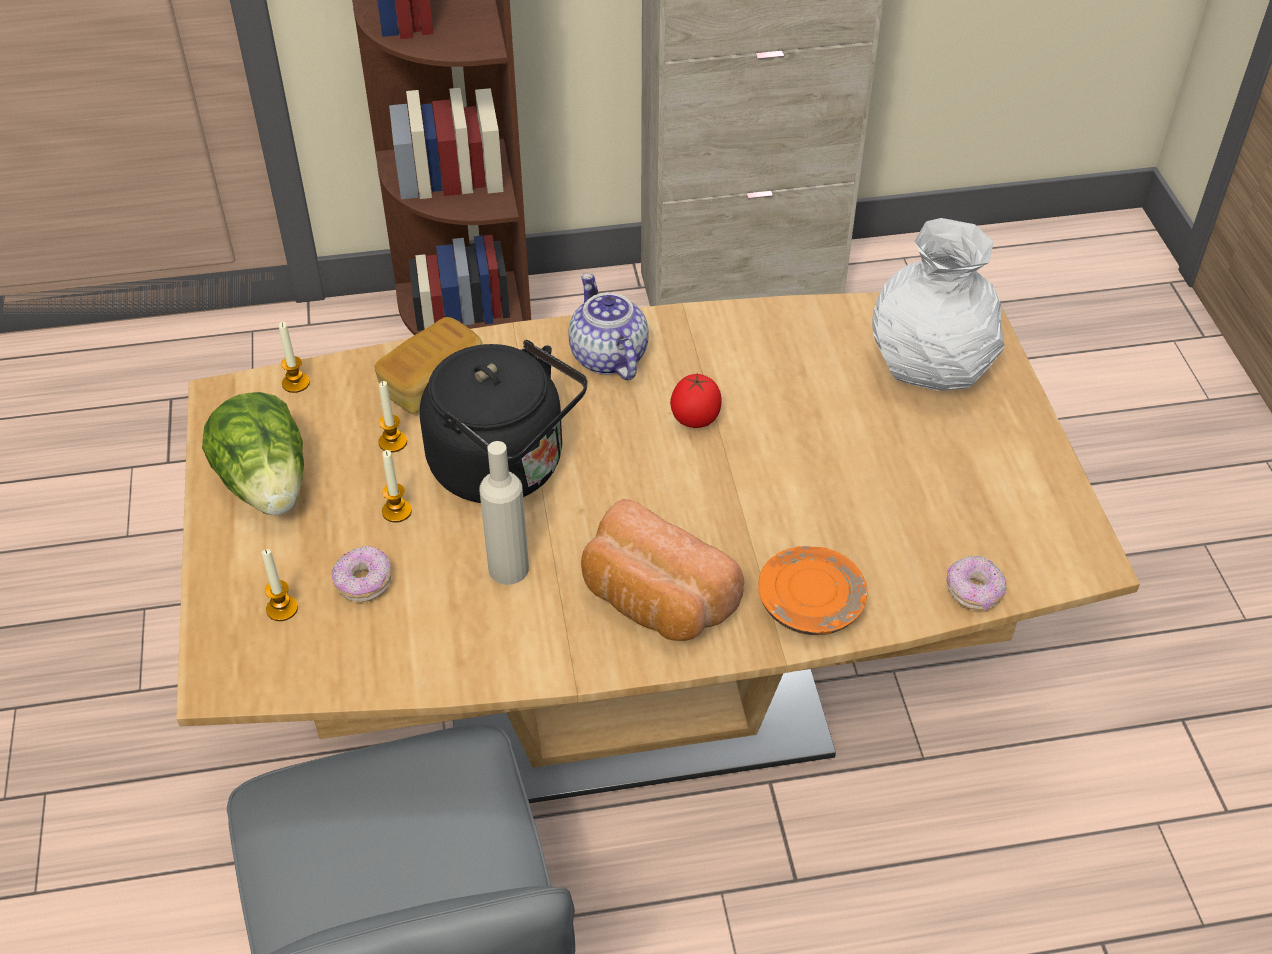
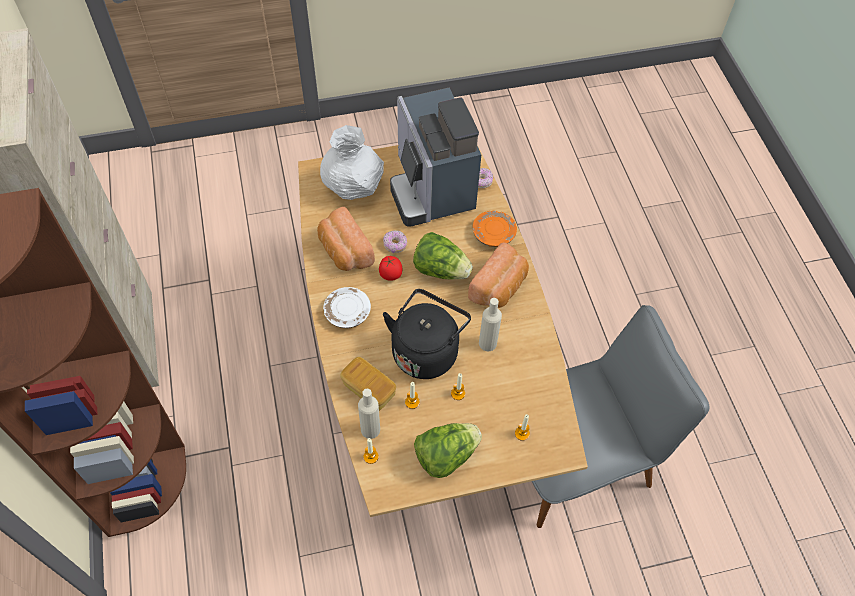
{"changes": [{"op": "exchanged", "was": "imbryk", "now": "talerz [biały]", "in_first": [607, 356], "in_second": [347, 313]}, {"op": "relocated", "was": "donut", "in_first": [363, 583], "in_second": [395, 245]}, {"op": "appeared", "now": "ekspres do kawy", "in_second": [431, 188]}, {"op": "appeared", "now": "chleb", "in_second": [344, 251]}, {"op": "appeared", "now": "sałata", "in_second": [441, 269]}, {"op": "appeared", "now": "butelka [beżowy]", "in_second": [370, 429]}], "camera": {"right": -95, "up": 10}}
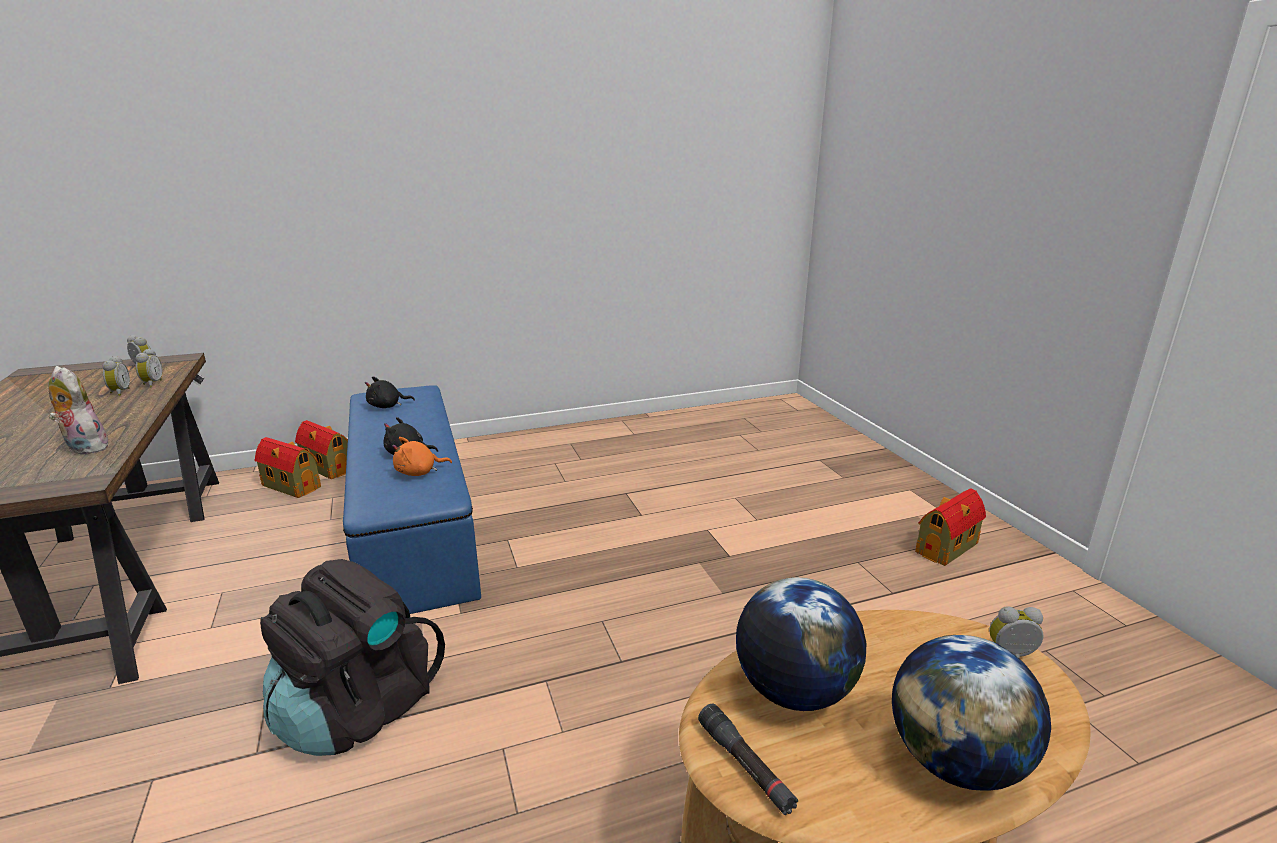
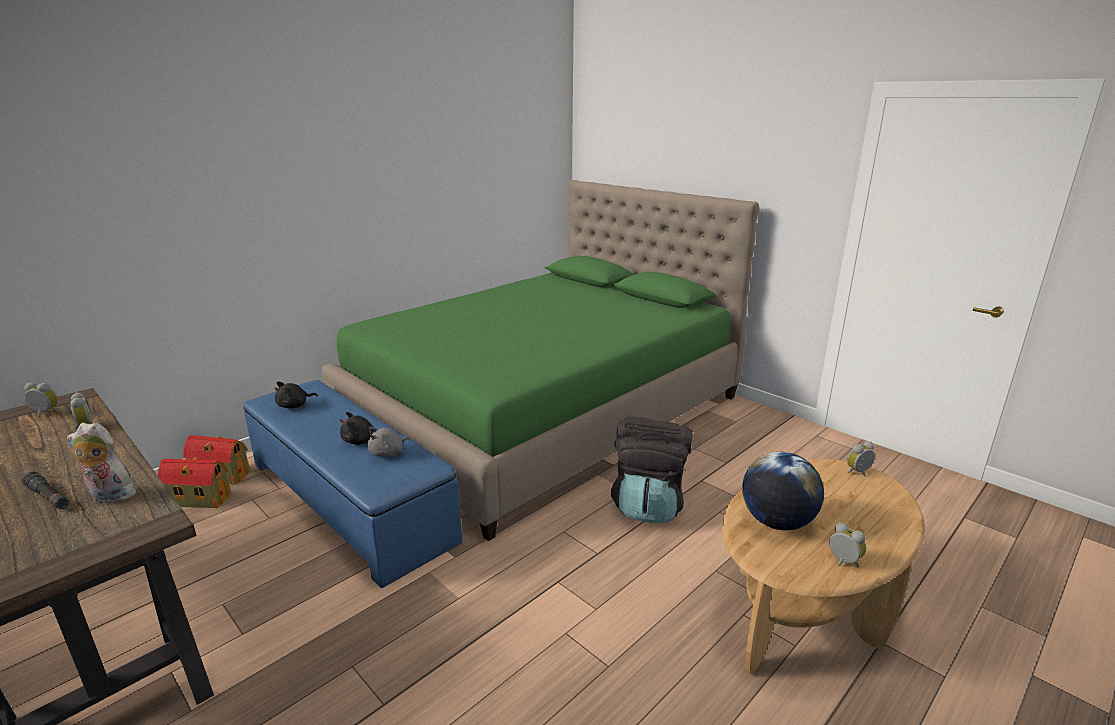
{"changes": [{"op": "relocated", "was": "budzik", "in_first": [119, 392], "in_second": [842, 562]}, {"op": "colour", "was": "pluszak [pomarańczowy]", "now": "pluszak [szary]", "in_first": [419, 472], "in_second": [388, 453]}, {"op": "missing", "was": "domek", "in_first": [947, 547]}, {"op": "relocated", "was": "plecak [czarny]", "in_first": [358, 709], "in_second": [649, 504]}, {"op": "missing", "was": "globus", "in_first": [956, 762]}, {"op": "relocated", "was": "latarka [czarny]", "in_first": [745, 766], "in_second": [48, 497]}, {"op": "appeared", "now": "łóżko [zielony]", "in_second": [545, 412]}], "camera": {"right": -25, "up": 0}}
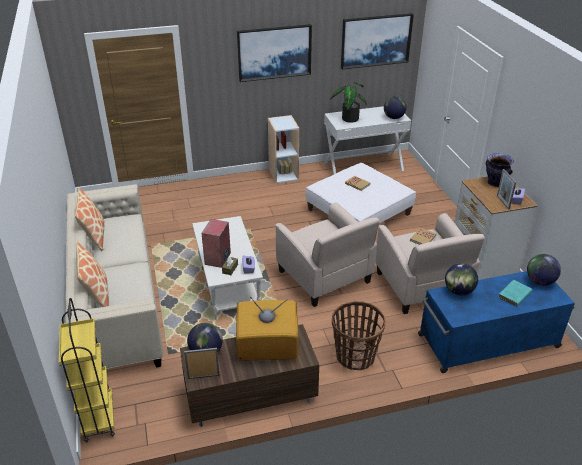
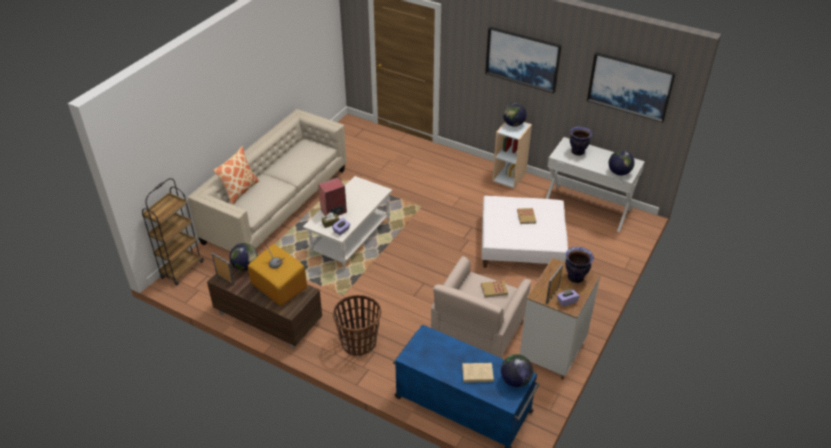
{"changes": [{"op": "exchanged", "was": "roślina doniczkowa", "now": "wazon", "in_first": [349, 118], "in_second": [577, 152]}, {"op": "missing", "was": "poduszka", "in_first": [94, 236]}, {"op": "missing", "was": "fotel [beżowy]", "in_first": [324, 277]}, {"op": "relocated", "was": "globus", "in_first": [458, 291], "in_second": [513, 124]}, {"op": "colour", "was": "książka [turkusowy]", "now": "książka [beżowy]", "in_first": [514, 295], "in_second": [476, 374]}, {"op": "colour", "was": "wózek [żółty]", "now": "wózek [brązowy]", "in_first": [98, 419], "in_second": [182, 270]}], "camera": {"right": 45, "up": 5}}
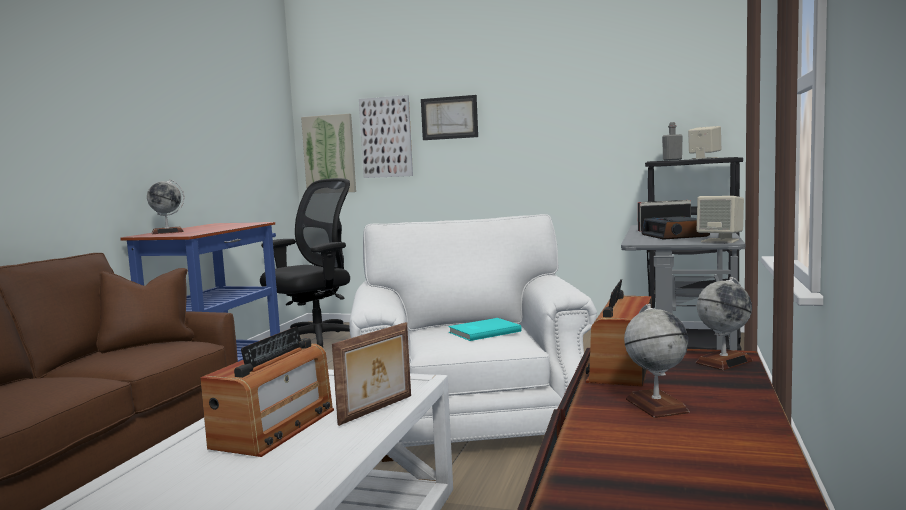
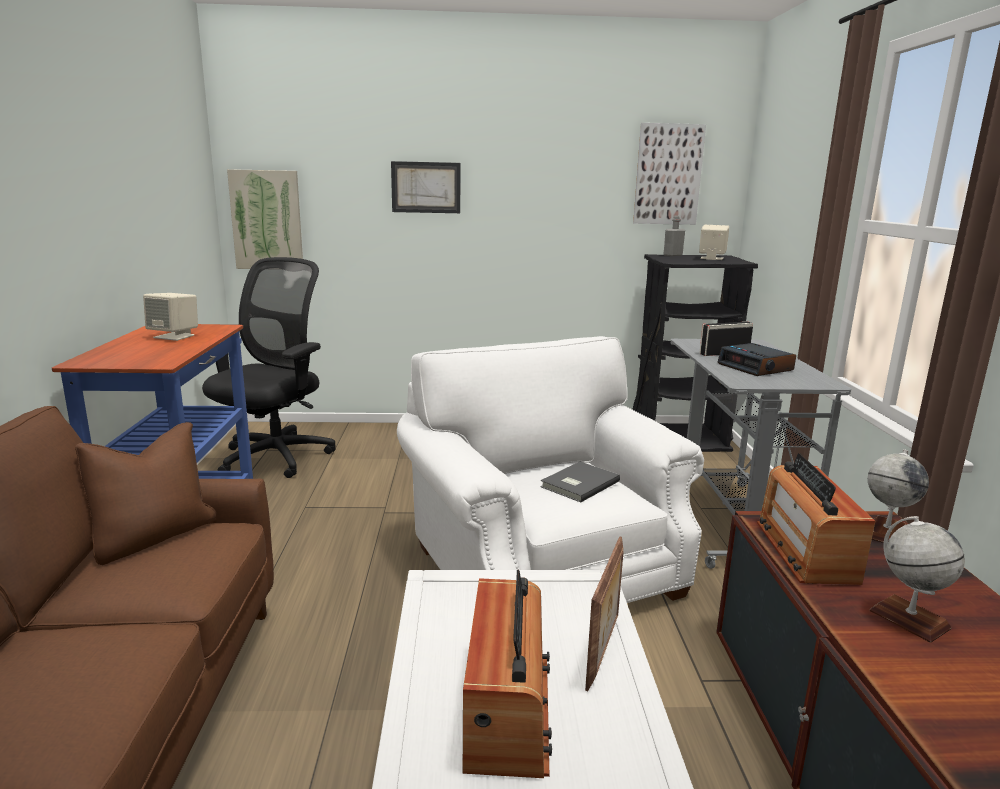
{"changes": [{"op": "relocated", "was": "obraz", "in_first": [386, 137], "in_second": [668, 174]}, {"op": "missing", "was": "globus", "in_first": [167, 232]}, {"op": "relocated", "was": "głośnik [beżowy]", "in_first": [721, 241], "in_second": [175, 336]}, {"op": "colour", "was": "książka [turkusowy]", "now": "książka [szary]", "in_first": [482, 331], "in_second": [578, 484]}], "camera": {"right": -20, "up": 10}}
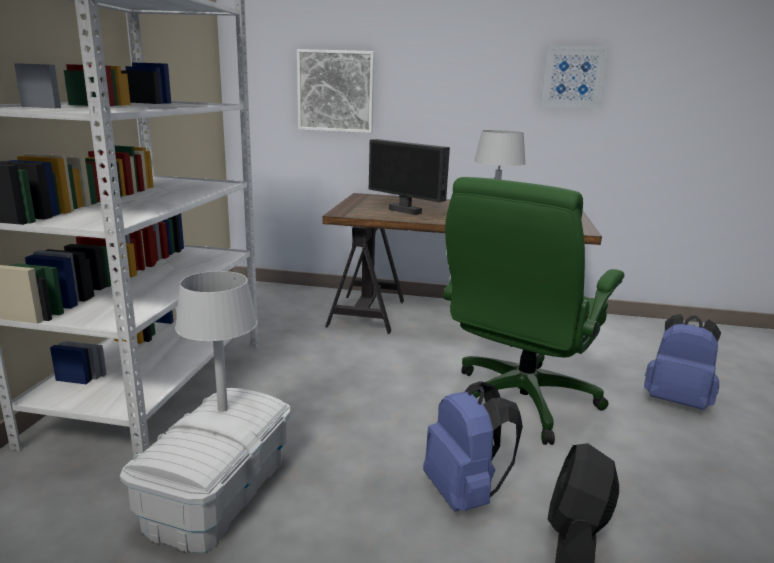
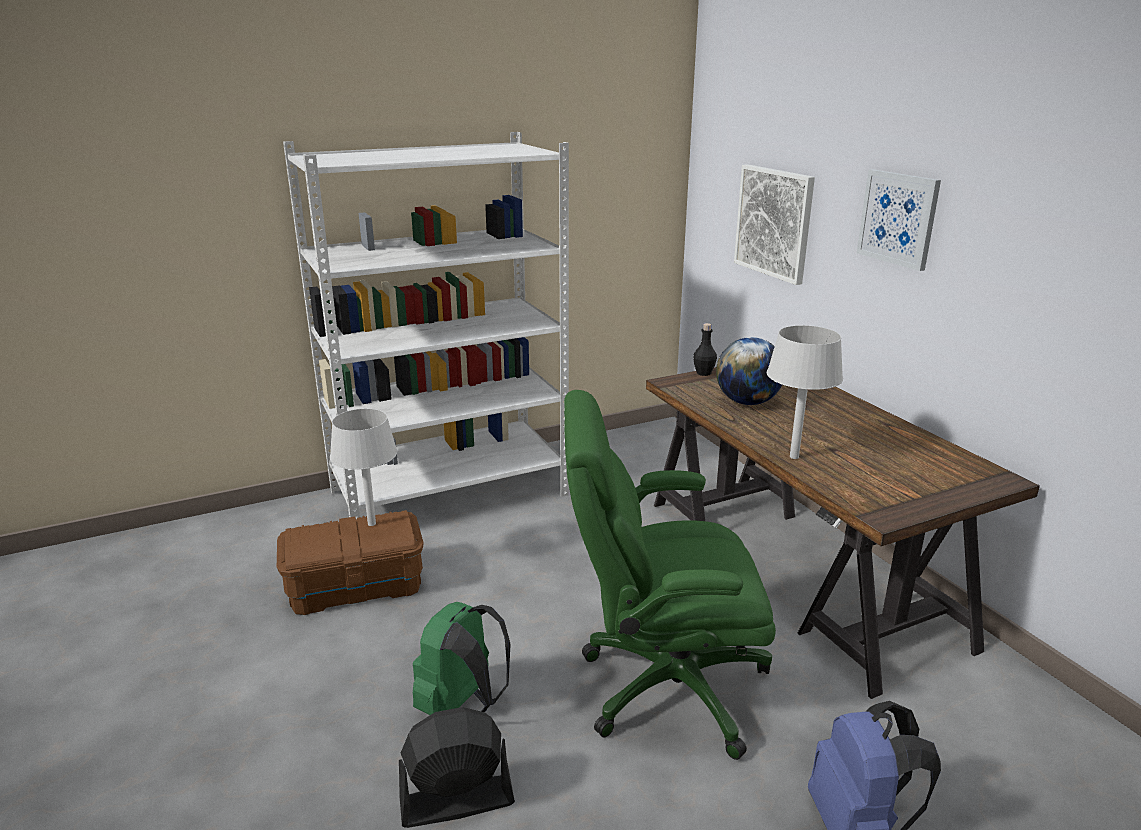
{"changes": [{"op": "relocated", "was": "obraz", "in_first": [573, 77], "in_second": [898, 218]}, {"op": "exchanged", "was": "monitor", "now": "globus", "in_first": [405, 211], "in_second": [747, 402]}, {"op": "colour", "was": "plecak [niebieski]", "now": "plecak [zielony]", "in_first": [465, 493], "in_second": [463, 706]}, {"op": "colour", "was": "pojemnik do przechowywania [biały]", "now": "pojemnik do przechowywania [brązowy]", "in_first": [217, 492], "in_second": [356, 586]}, {"op": "appeared", "now": "butelka [czarny]", "in_second": [703, 373]}], "camera": {"right": 55, "up": 5}}
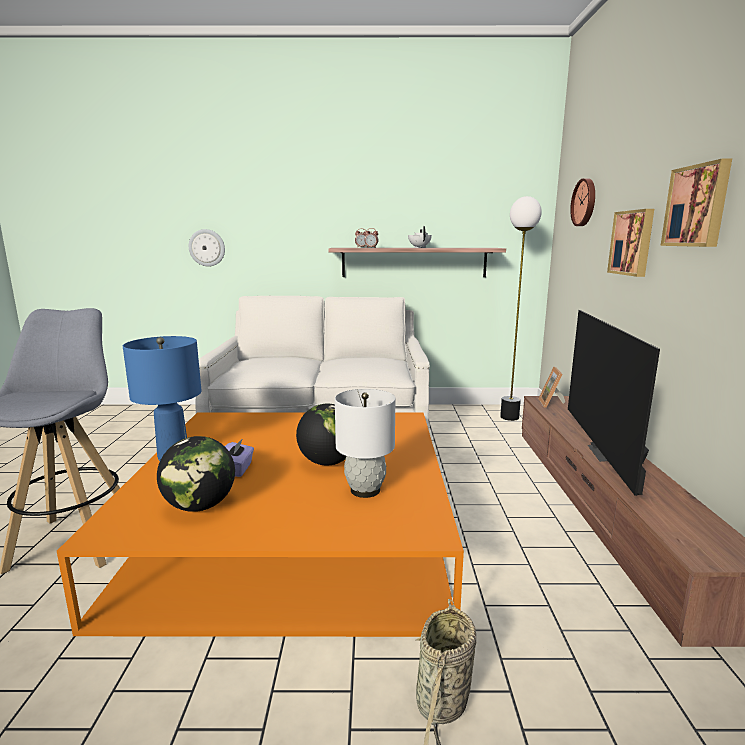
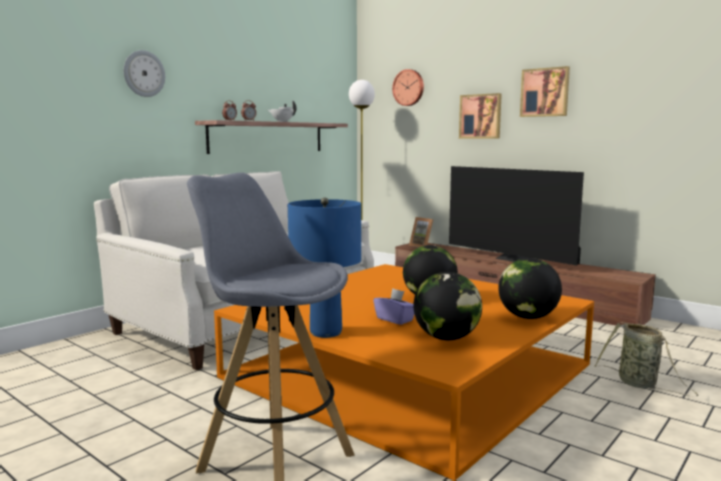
{"changes": [{"op": "relocated", "was": "zegar ścienny", "in_first": [207, 248], "in_second": [144, 73]}, {"op": "missing", "was": "lampa stołowa [biały]", "in_first": [365, 490]}, {"op": "appeared", "now": "globus", "in_second": [528, 317]}], "camera": {"right": -50, "up": -5}}
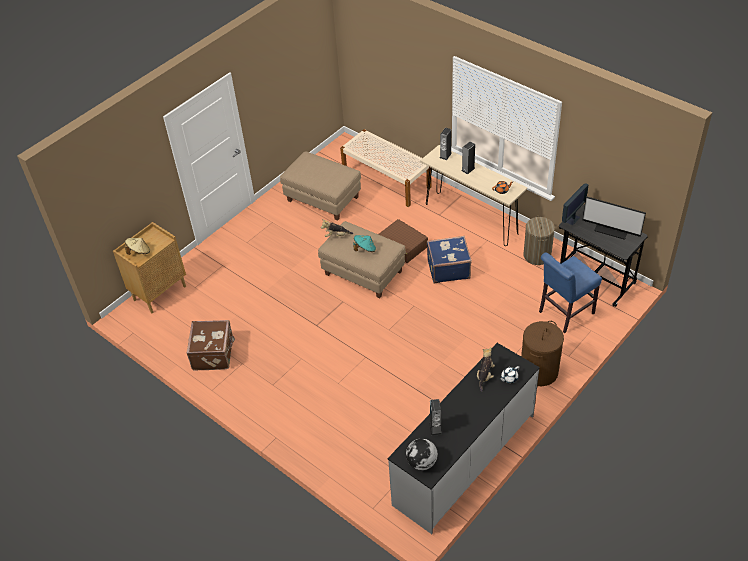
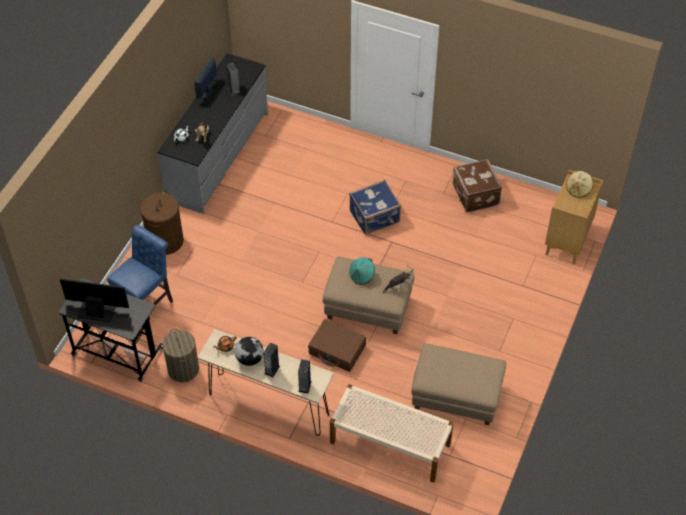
{"changes": [{"op": "relocated", "was": "monitor", "in_first": [573, 219], "in_second": [207, 93]}, {"op": "relocated", "was": "walizka [niebieski]", "in_first": [448, 268], "in_second": [375, 217]}, {"op": "relocated", "was": "globus", "in_first": [421, 463], "in_second": [249, 358]}], "camera": {"right": 160, "up": 5}}
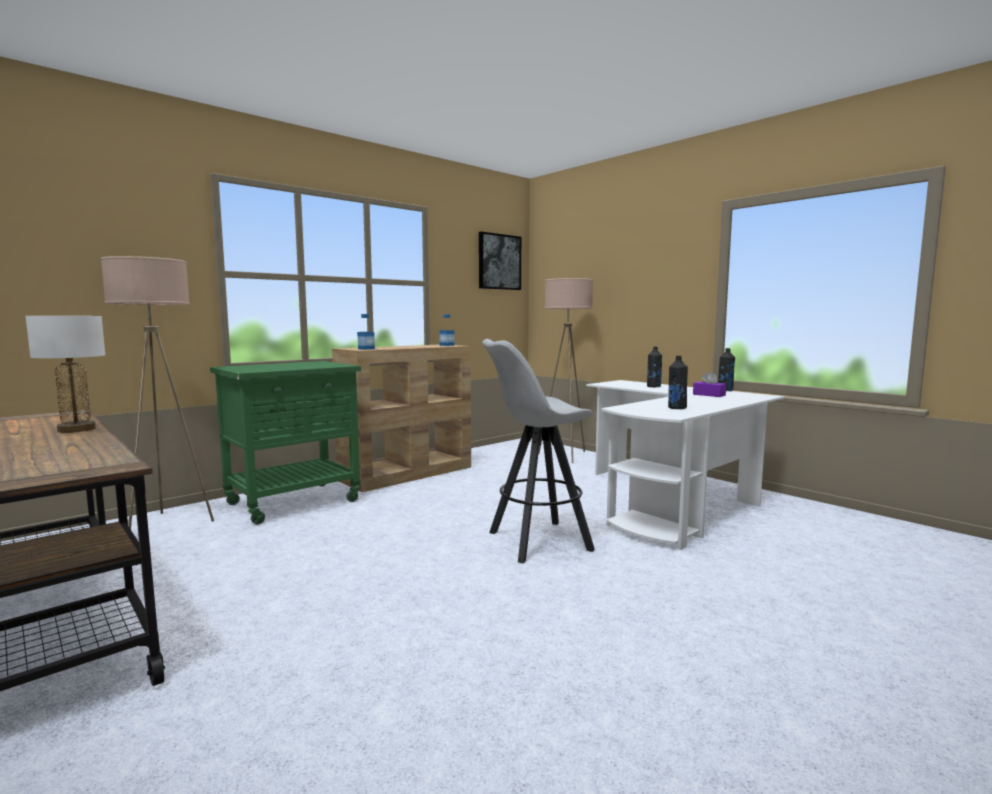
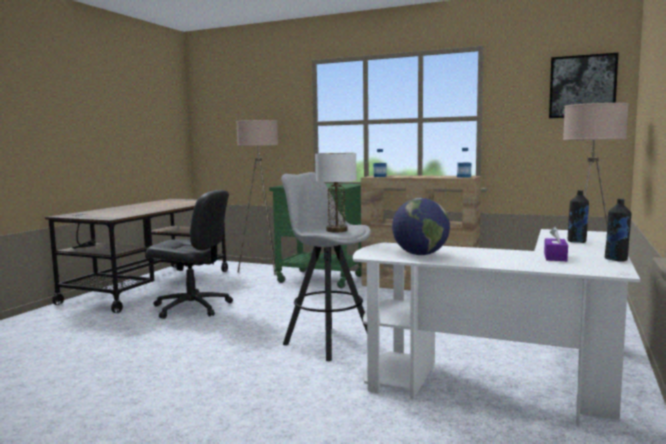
{"changes": [{"op": "relocated", "was": "lampa stołowa", "in_first": [77, 429], "in_second": [337, 230]}, {"op": "exchanged", "was": "butelka [czarny]", "now": "globus", "in_first": [676, 408], "in_second": [420, 254]}, {"op": "appeared", "now": "krzesło biurowe [czarny]", "in_second": [192, 307]}], "camera": {"right": 65, "up": 0}}
